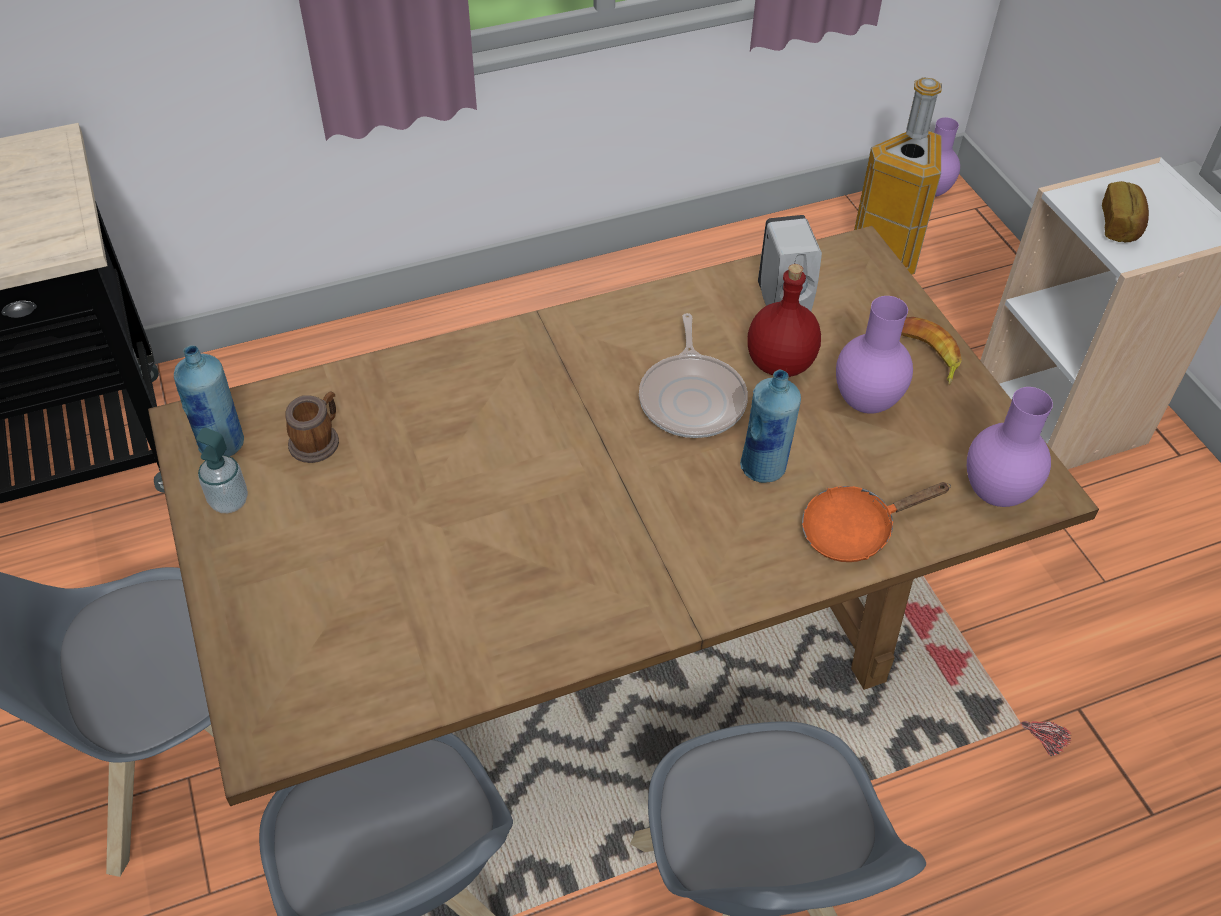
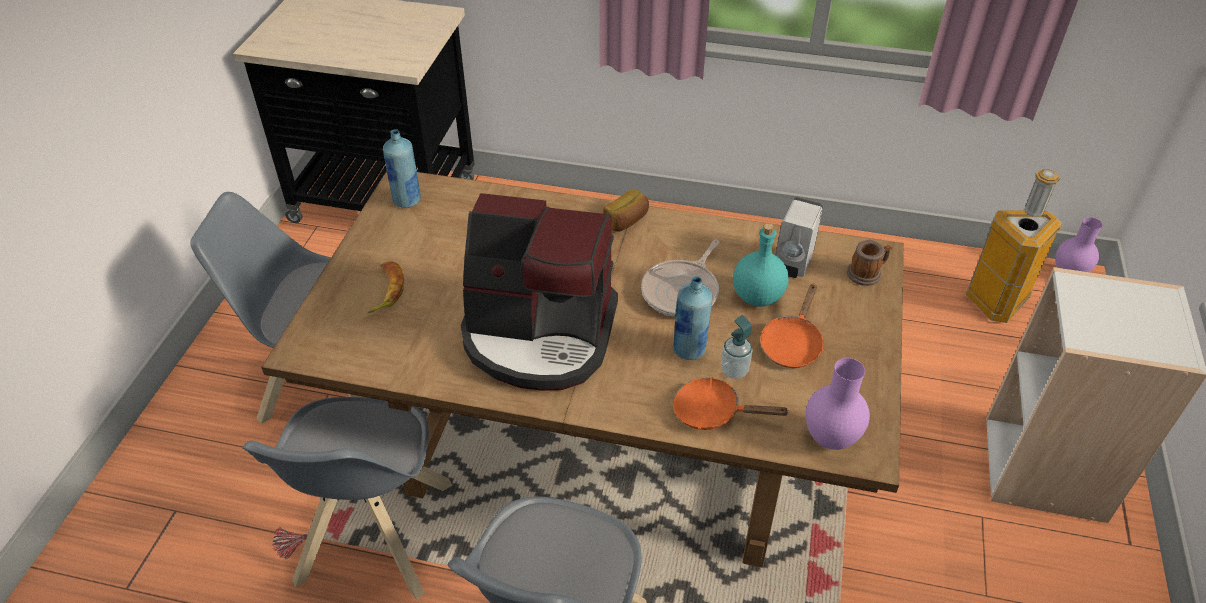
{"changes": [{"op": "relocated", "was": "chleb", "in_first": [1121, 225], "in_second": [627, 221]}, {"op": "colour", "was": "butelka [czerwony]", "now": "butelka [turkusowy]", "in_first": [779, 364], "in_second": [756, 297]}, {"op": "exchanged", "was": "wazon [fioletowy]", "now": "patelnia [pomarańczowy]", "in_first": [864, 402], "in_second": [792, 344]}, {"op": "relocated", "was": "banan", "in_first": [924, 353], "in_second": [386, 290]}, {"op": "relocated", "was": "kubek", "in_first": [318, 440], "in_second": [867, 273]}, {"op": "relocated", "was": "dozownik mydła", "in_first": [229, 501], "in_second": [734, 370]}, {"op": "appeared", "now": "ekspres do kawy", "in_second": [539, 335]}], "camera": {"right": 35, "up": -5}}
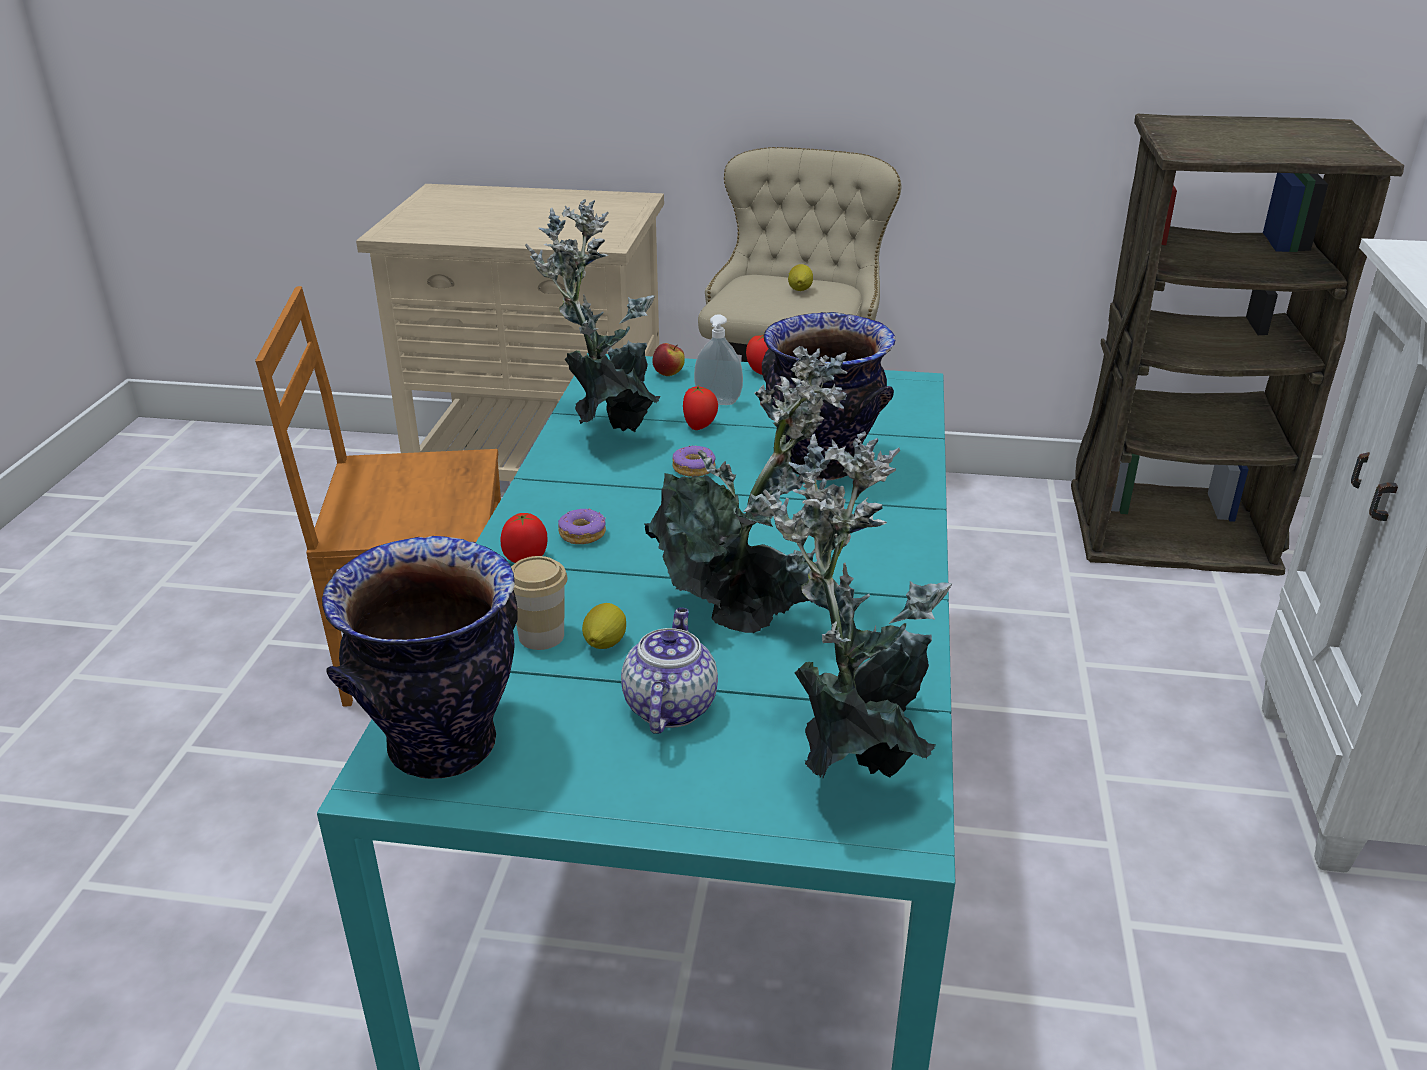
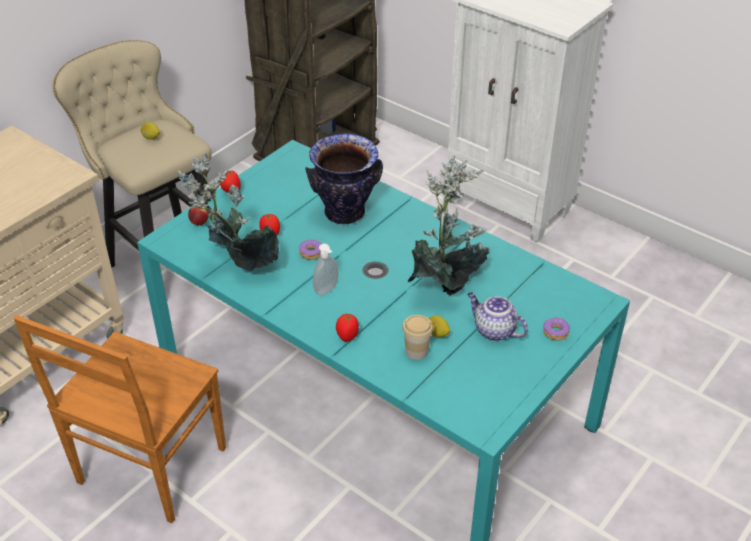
{"changes": [{"op": "relocated", "was": "dozownik mydła", "in_first": [717, 403], "in_second": [327, 290]}, {"op": "missing", "was": "roślina doniczkowa", "in_first": [854, 753]}, {"op": "relocated", "was": "donut", "in_first": [582, 534], "in_second": [555, 332]}, {"op": "missing", "was": "wazon", "in_first": [444, 747]}], "camera": {"right": -60, "up": 10}}
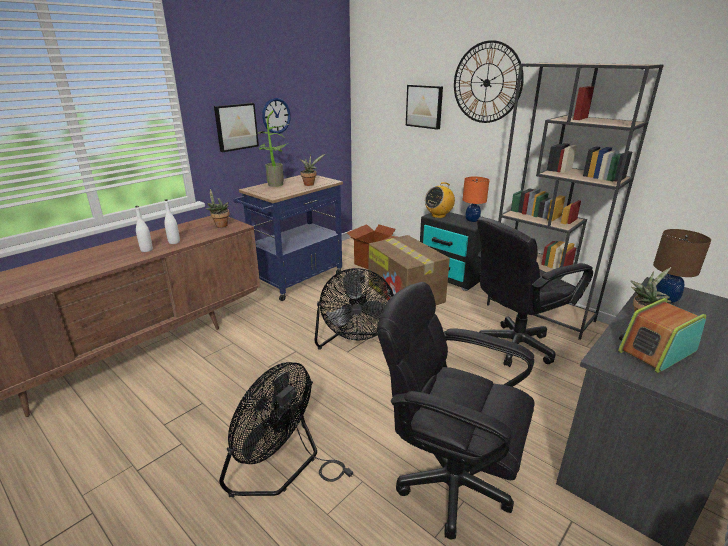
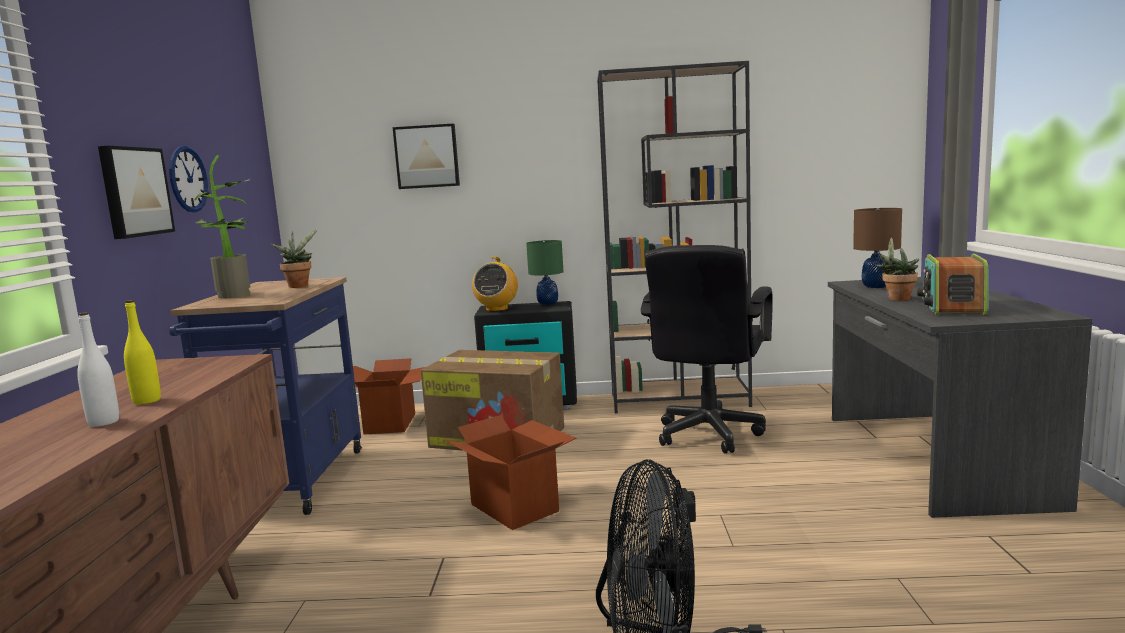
{"changes": [{"op": "missing", "was": "zegar ścienny", "in_first": [487, 83]}, {"op": "colour", "was": "lampa stołowa [pomarańczowy]", "now": "lampa stołowa [zielony]", "in_first": [472, 220], "in_second": [547, 303]}, {"op": "missing", "was": "roślina doniczkowa", "in_first": [220, 225]}, {"op": "colour", "was": "butelka [biały]", "now": "butelka [żółty]", "in_first": [174, 242], "in_second": [147, 401]}, {"op": "exchanged", "was": "wentylator [czarny]", "now": "karton", "in_first": [355, 341], "in_second": [515, 507]}, {"op": "missing", "was": "krzesło biurowe [czarny]", "in_first": [446, 487]}], "camera": {"right": -40, "up": -15}}
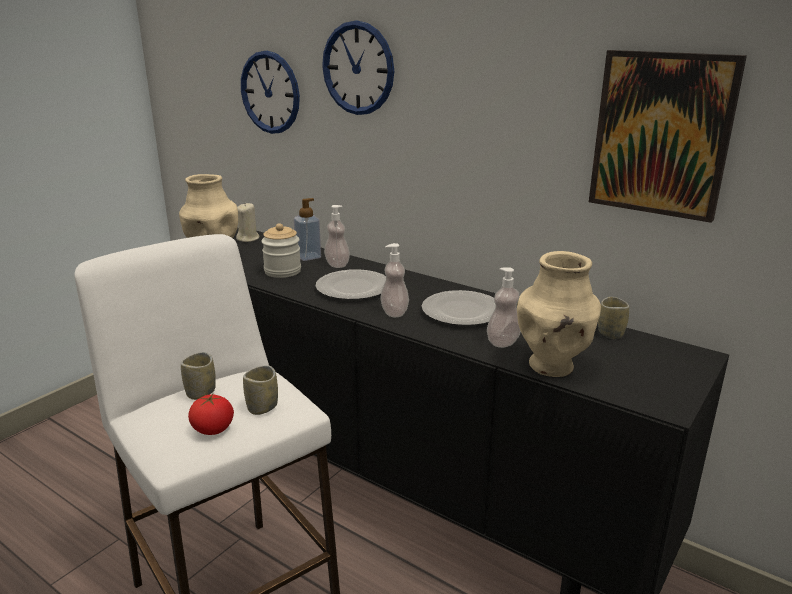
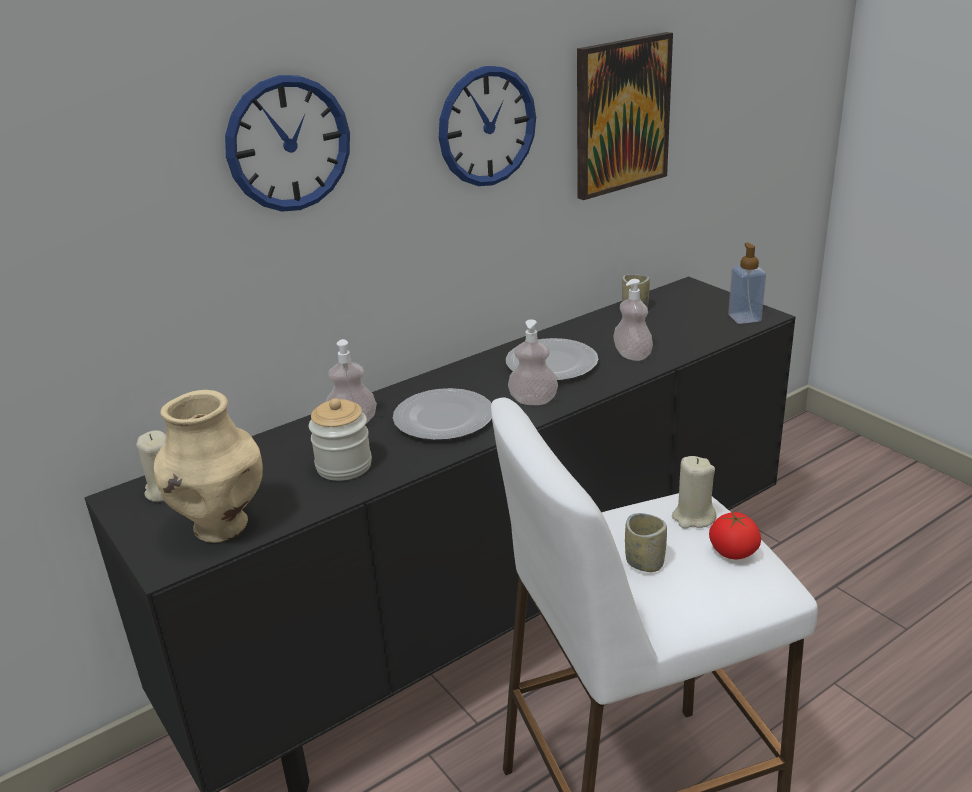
{"changes": [{"op": "relocated", "was": "zegar ścienny", "in_first": [270, 92], "in_second": [487, 126]}, {"op": "relocated", "was": "dozownik mydła", "in_first": [308, 257], "in_second": [744, 318]}, {"op": "missing", "was": "wazon [beżowy]", "in_first": [552, 366]}, {"op": "exchanged", "was": "filiżanka", "now": "świeca [beżowy]", "in_first": [262, 407], "in_second": [693, 517]}], "camera": {"right": -70, "up": 5}}
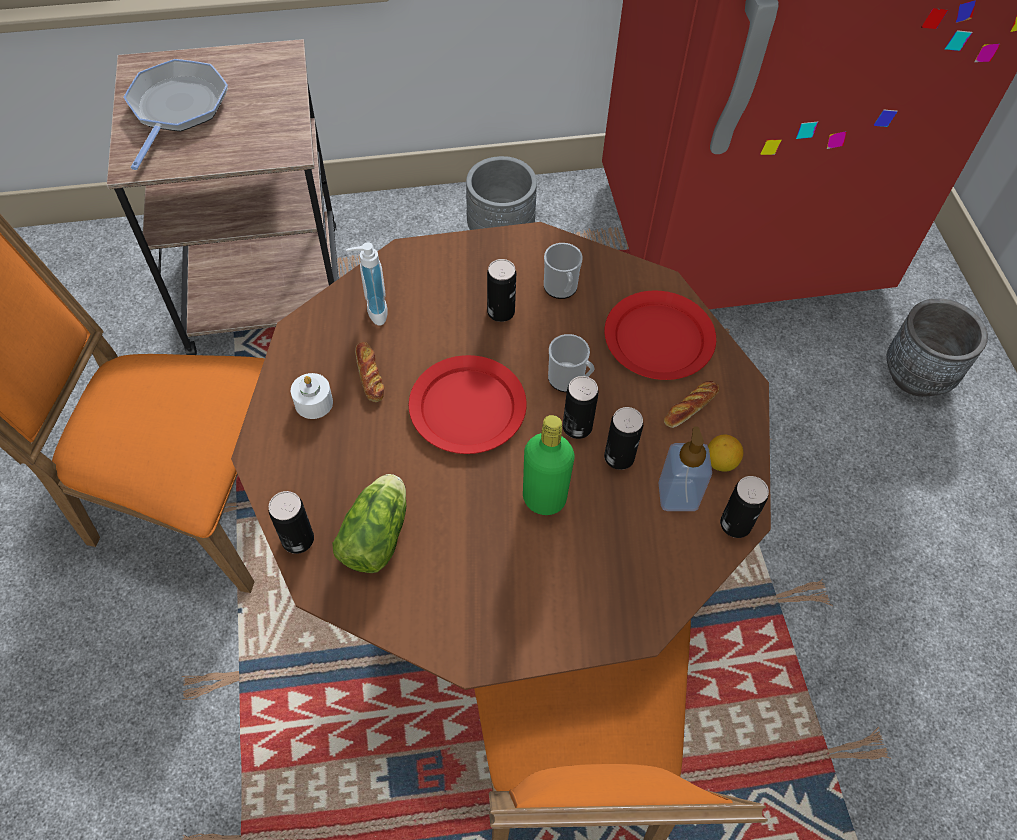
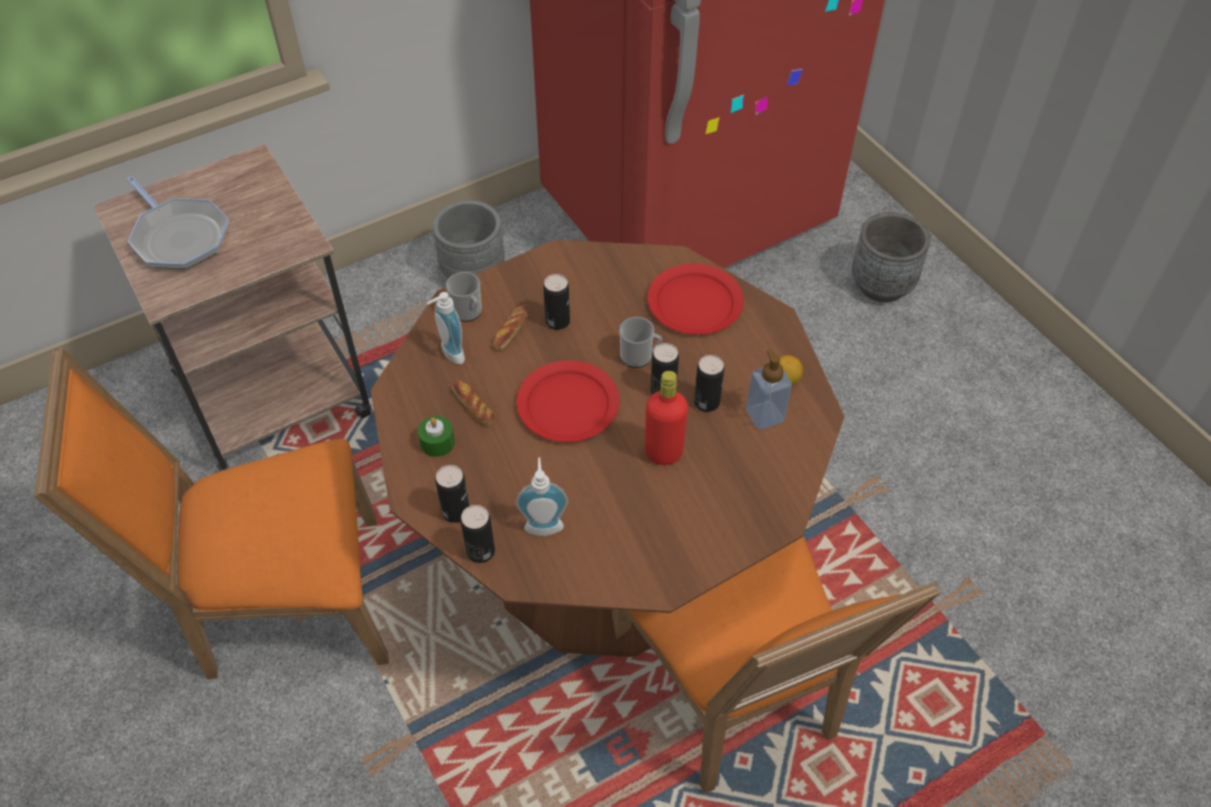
{"changes": [{"op": "spun", "was": "patelnia", "in_first": [177, 109], "in_second": [179, 237], "clockwise": 150}, {"op": "relocated", "was": "kubek", "in_first": [561, 289], "in_second": [468, 313]}, {"op": "colour", "was": "świeca [biały]", "now": "świeca [zielony]", "in_first": [314, 403], "in_second": [437, 442]}, {"op": "relocated", "was": "chleb", "in_first": [690, 407], "in_second": [511, 330]}, {"op": "colour", "was": "butelka [zielony]", "now": "butelka [czerwony]", "in_first": [544, 499], "in_second": [663, 453]}, {"op": "exchanged", "was": "sałata", "now": "dozownik mydła", "in_first": [378, 533], "in_second": [544, 523]}, {"op": "relocated", "was": "puszka", "in_first": [735, 524], "in_second": [456, 511]}], "camera": {"right": -20, "up": -5}}
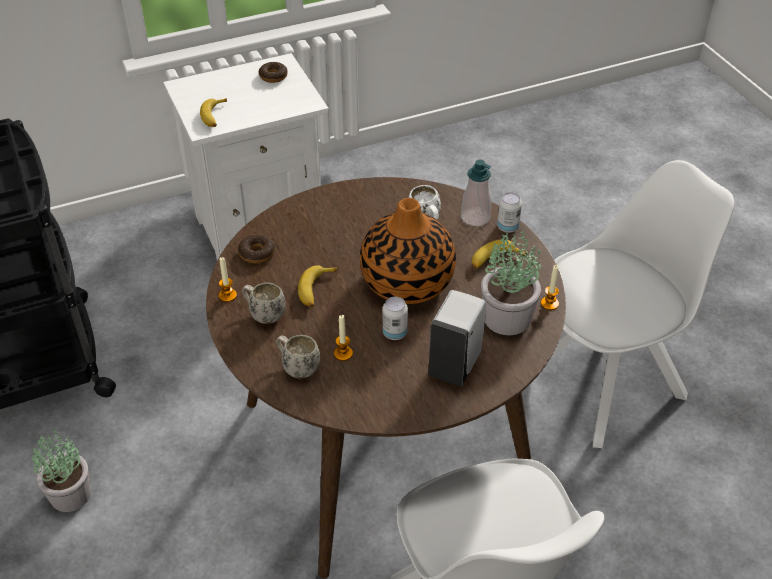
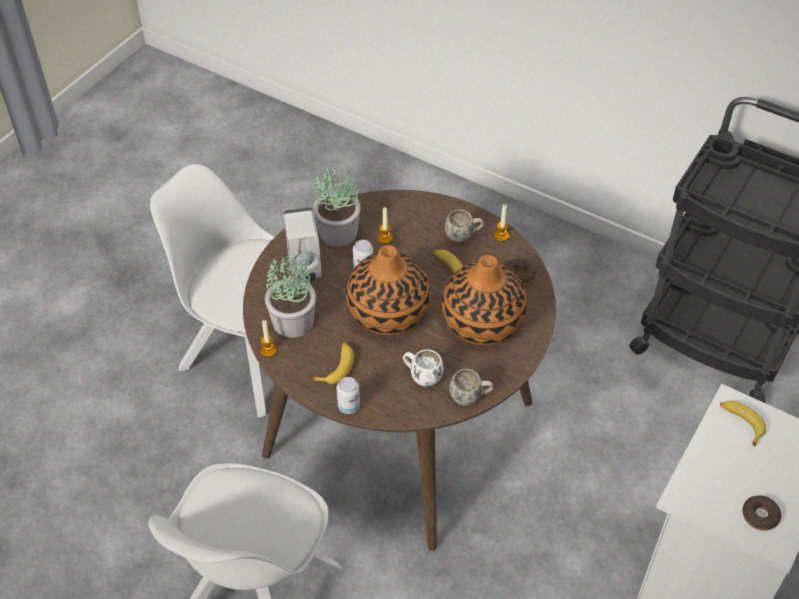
{"changes": [{"op": "missing", "was": "dozownik mydła", "in_first": [475, 217]}, {"op": "relocated", "was": "kubek [biały]", "in_first": [297, 367], "in_second": [470, 397]}, {"op": "relocated", "was": "roślina doniczkowa", "in_first": [69, 494], "in_second": [339, 232]}, {"op": "appeared", "now": "wazon", "in_second": [482, 322]}], "camera": {"right": 145, "up": 5}}
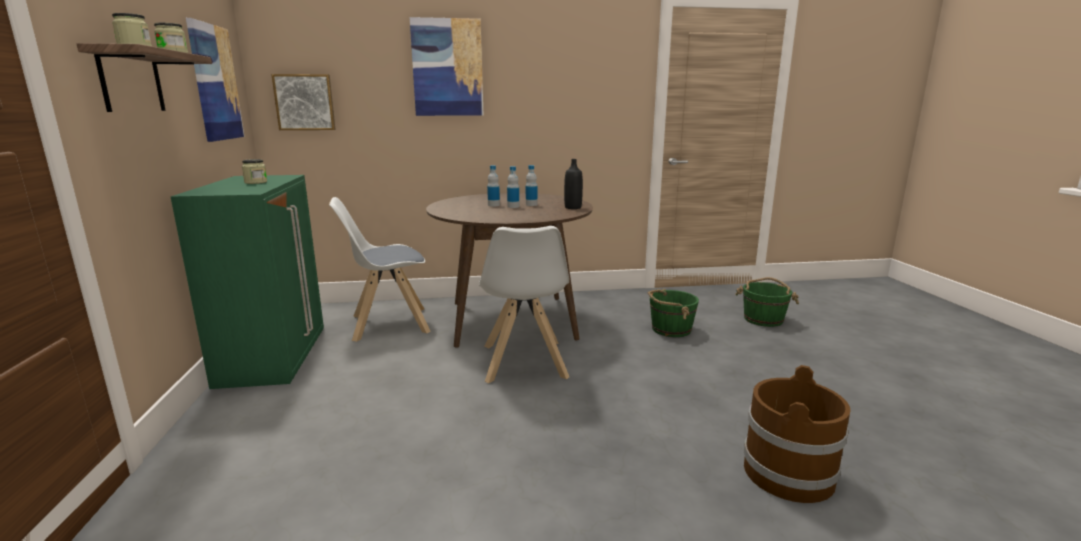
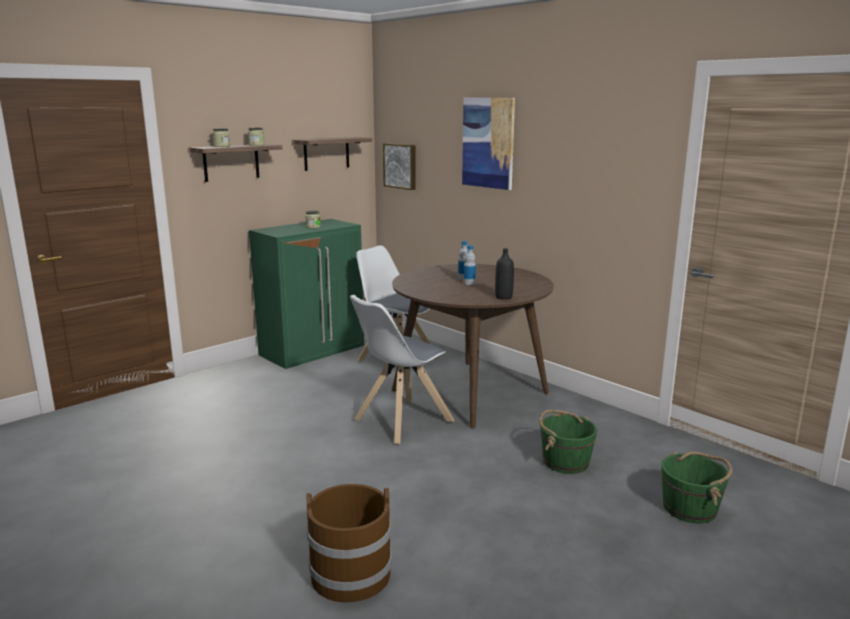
{"changes": [{"op": "exchanged", "was": "obraz", "now": "półka", "in_first": [215, 83], "in_second": [326, 153]}, {"op": "missing", "was": "butelka", "in_first": [531, 204]}], "camera": {"right": 55, "up": 0}}
